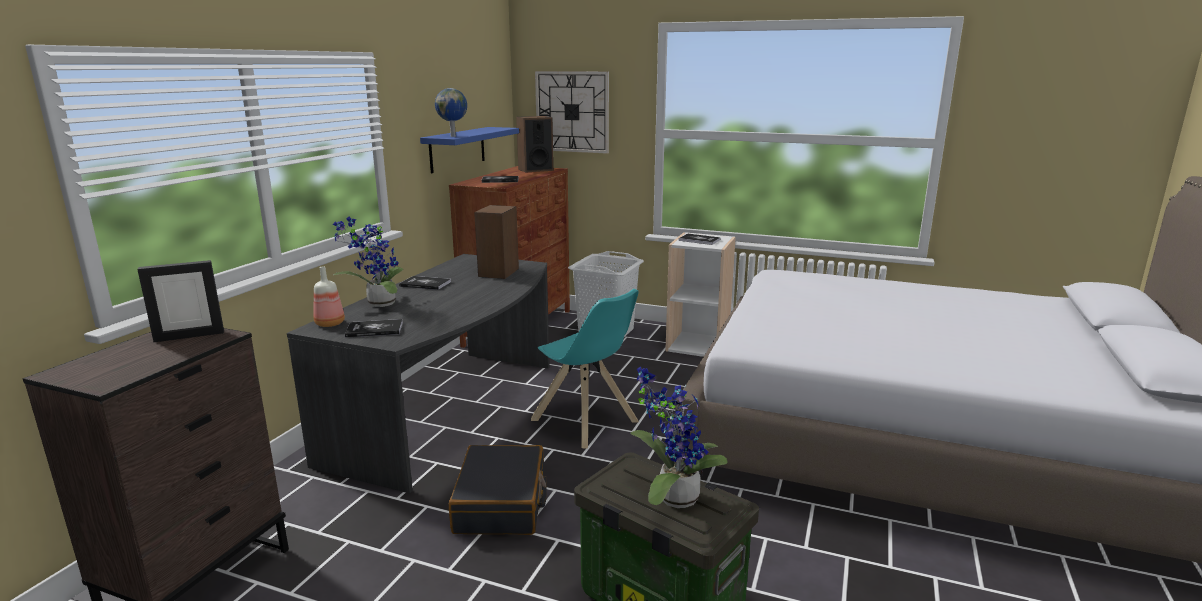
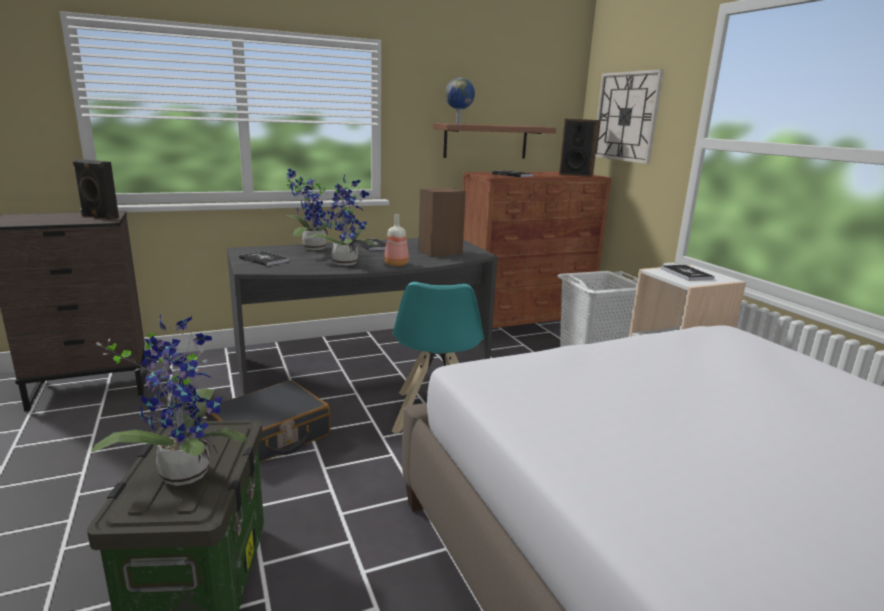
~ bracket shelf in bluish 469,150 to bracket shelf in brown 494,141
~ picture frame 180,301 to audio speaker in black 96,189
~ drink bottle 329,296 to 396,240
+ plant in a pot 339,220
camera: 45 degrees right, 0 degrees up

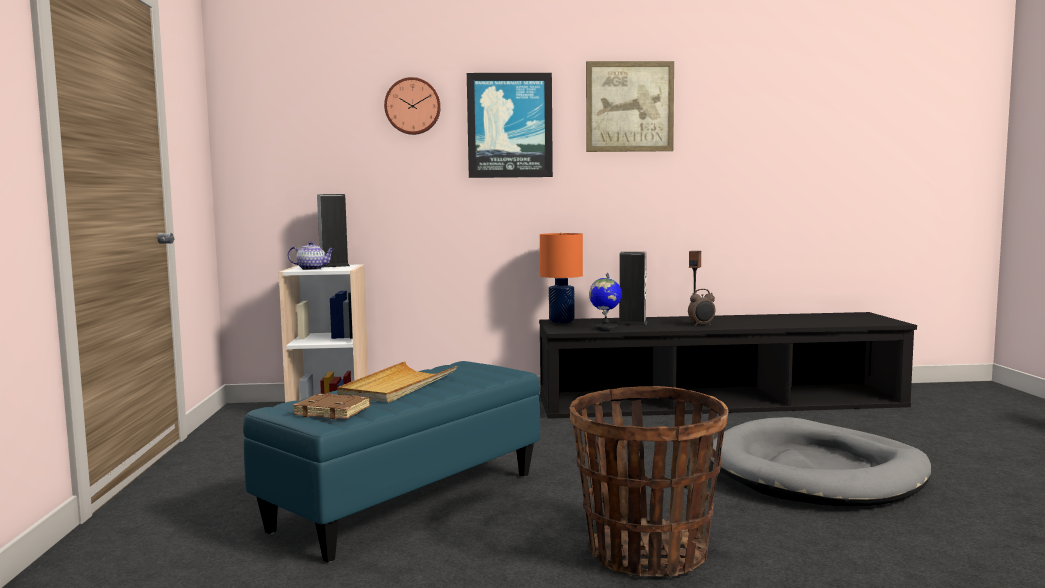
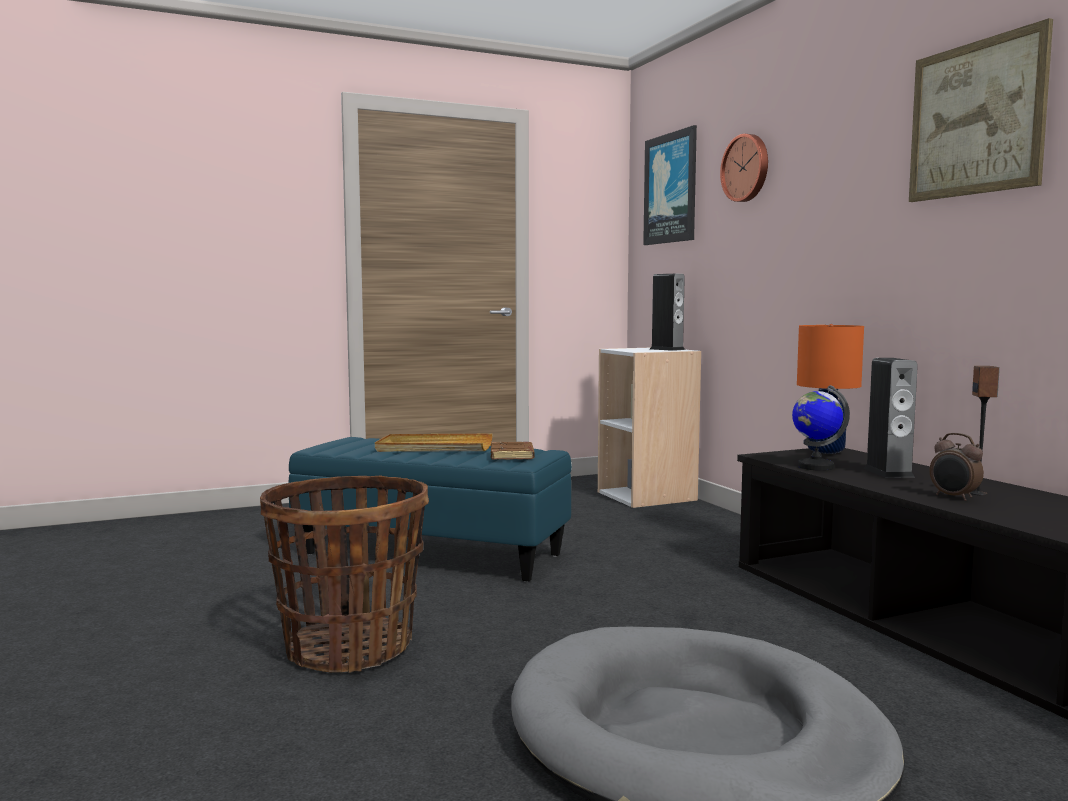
~ wall art 510,125 to 670,185
- pot for tea 311,255
~ book in brown 332,406 to 513,450
camera: 70 degrees right, 0 degrees up

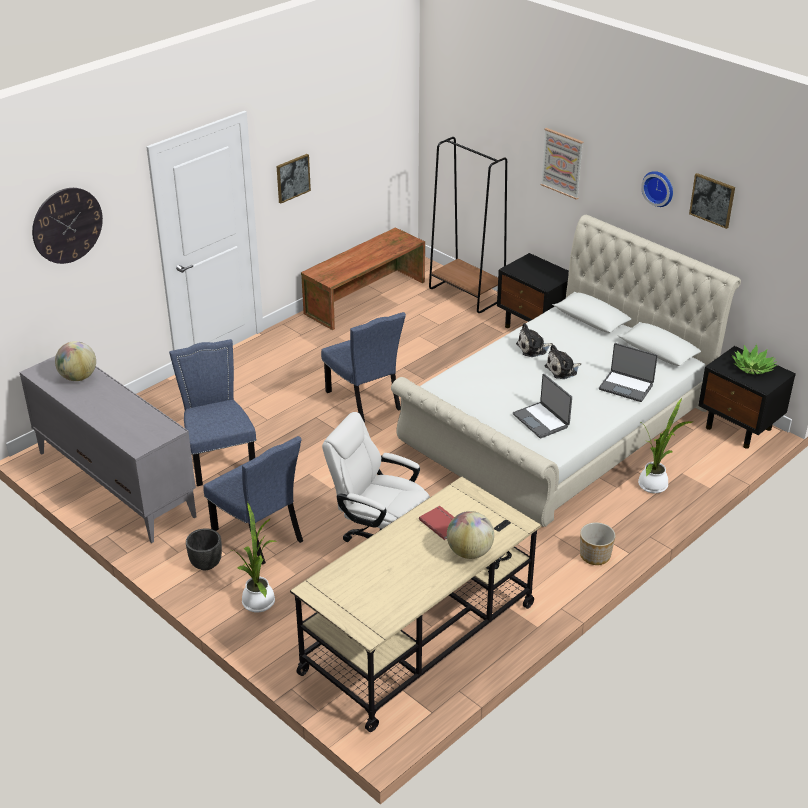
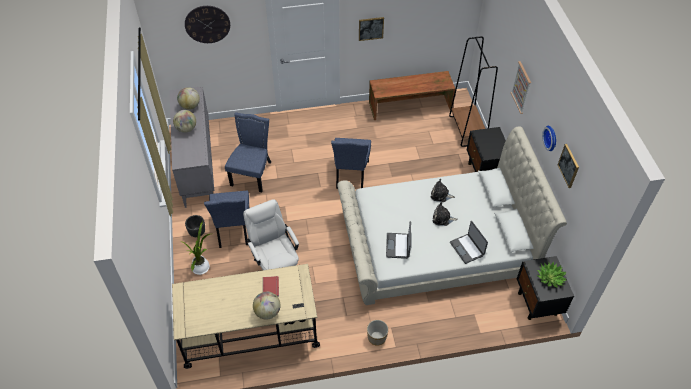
- plant in a pot 665,445
+ globe 184,121
camera: 35 degrees right, 15 degrees up

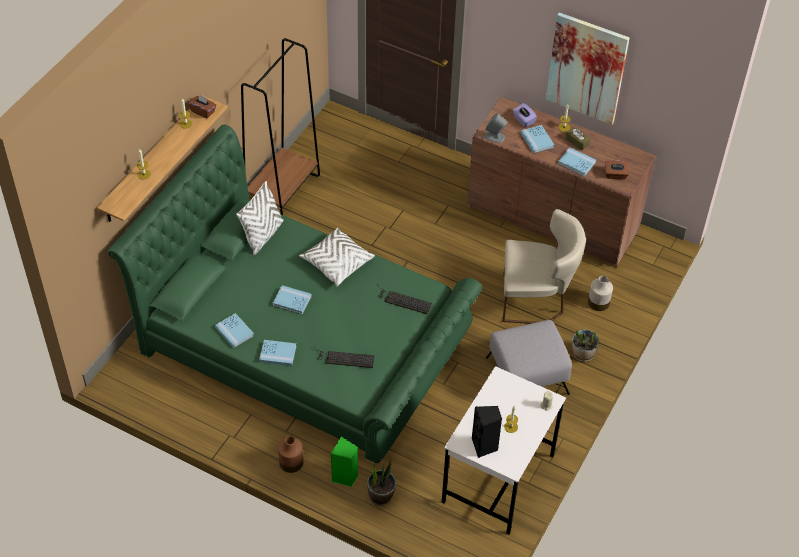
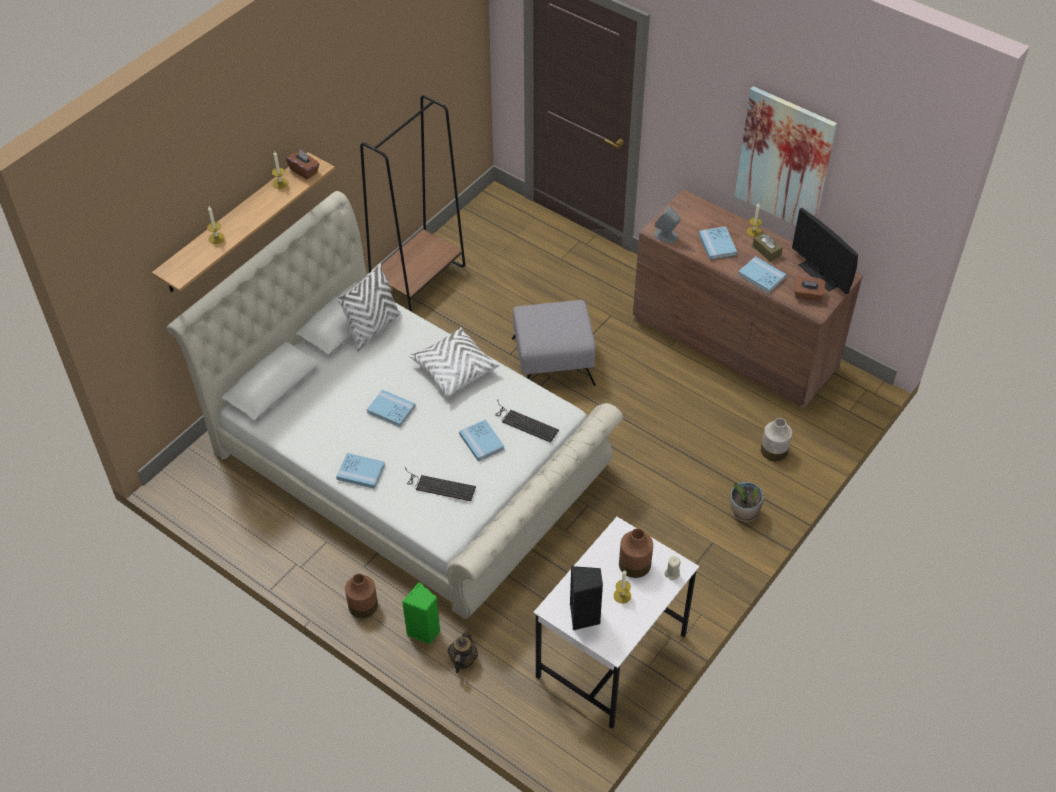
- tissue box in purplish 525,115
~ sleeping bed in green-coloured 295,293 to sleeping bed in beige-coloured 395,405
- plain chair in beige-coloured 544,266
~ book in bluish 234,330 to 481,440
~ ottoman in grey 529,357 to 554,343
~ plant in a pot 381,482 to pot for tea 463,650
+ computer display 825,251
+ flower vase in brown 636,553
camera: 10 degrees right, 0 degrees up

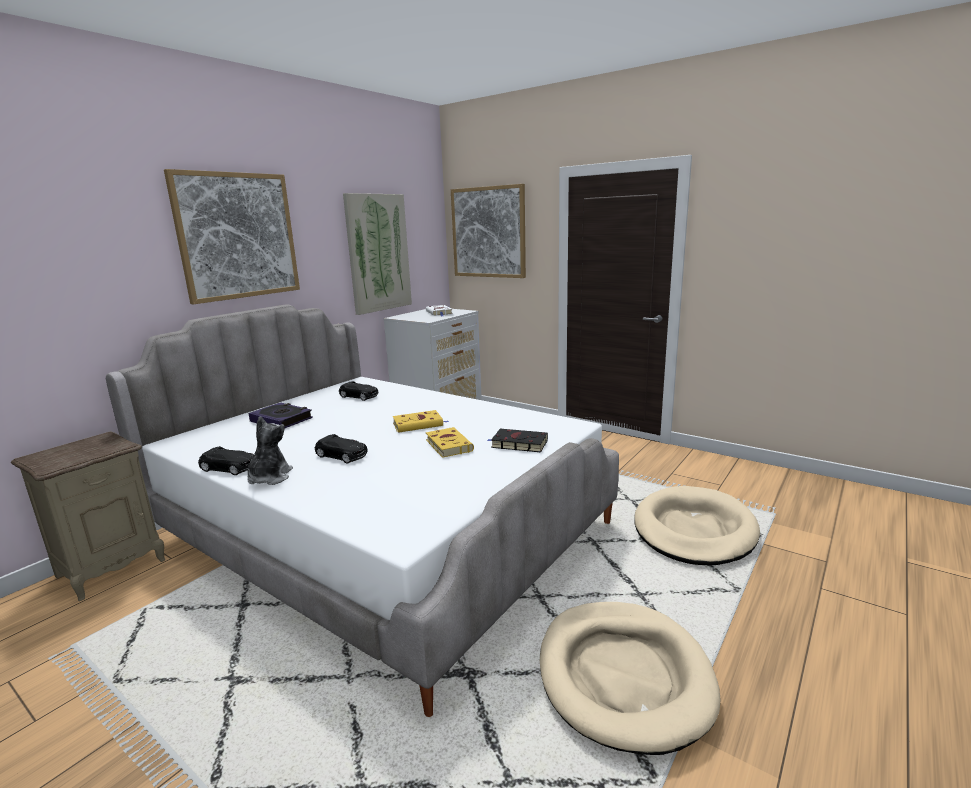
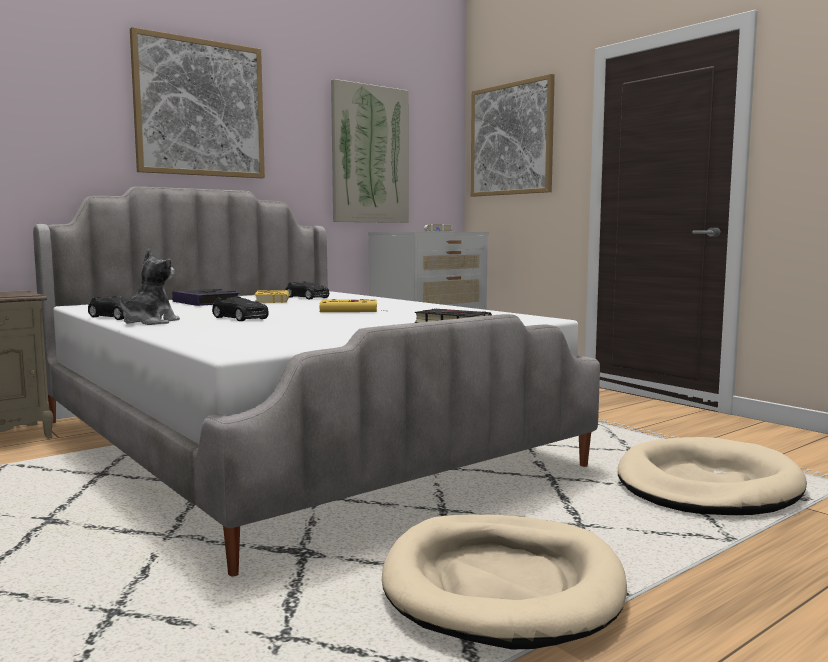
~ book in yellow-coloured 450,442 to 271,296
camera: 15 degrees right, 10 degrees down

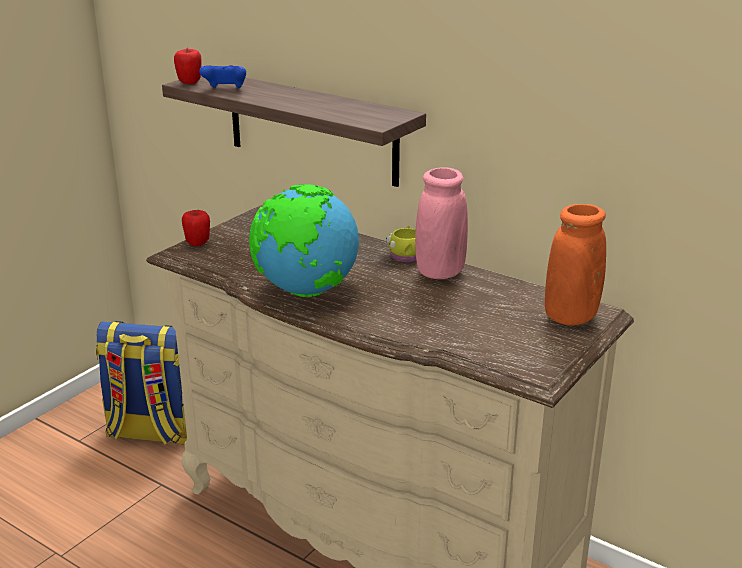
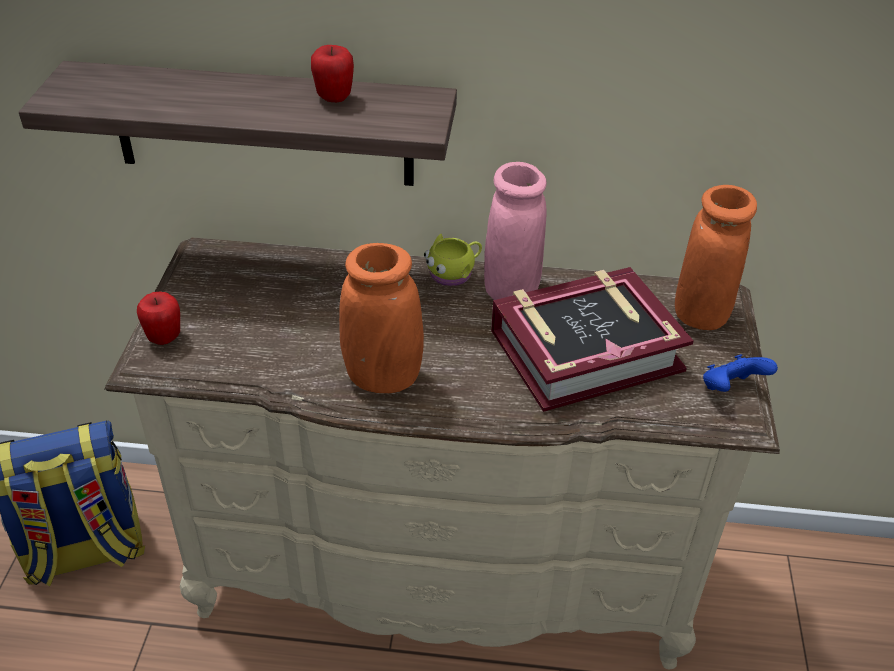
~ apple 188,66 to 332,73
~ game controller in bluish 222,76 to 740,373
~ globe 304,240 to flower vase in orangey 381,318
+ book 592,339
camera: 30 degrees left, 15 degrees up

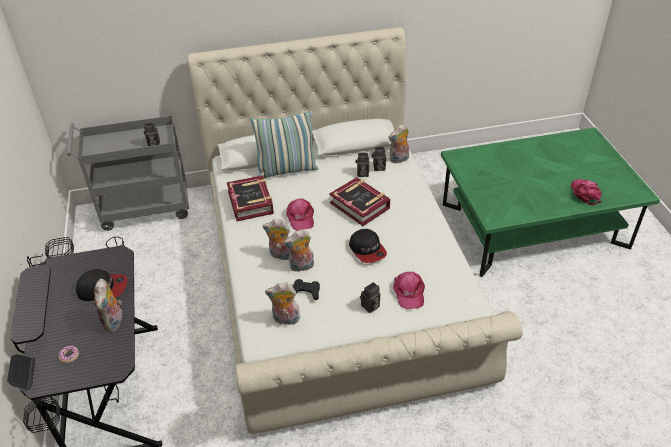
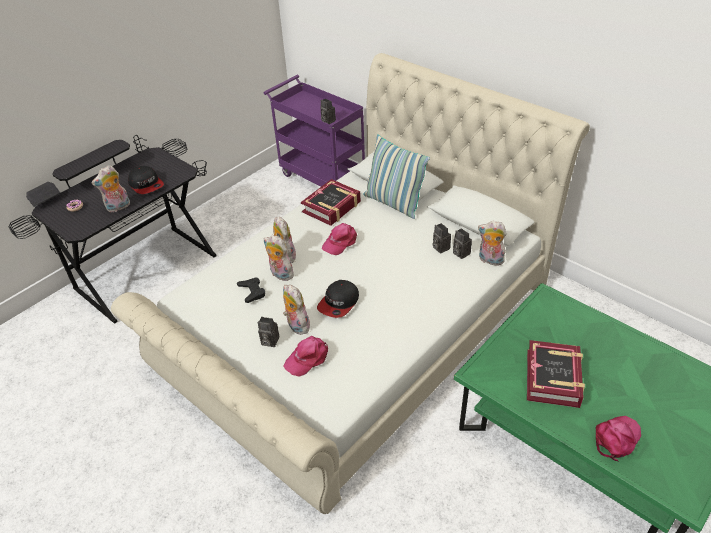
~ trolley in grey 128,173 to trolley in purplish 314,130
~ book 359,201 to 556,374
~ cuddly toy 282,304 to 296,310
camera: 55 degrees right, 0 degrees up

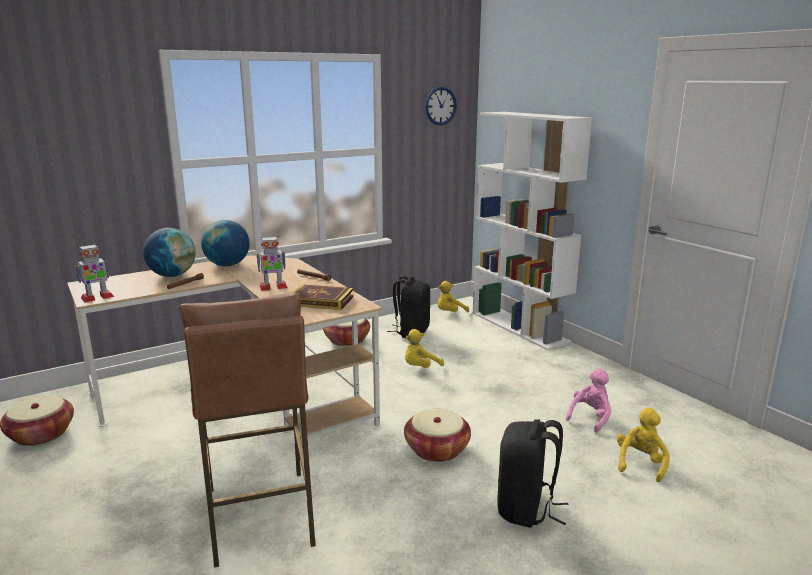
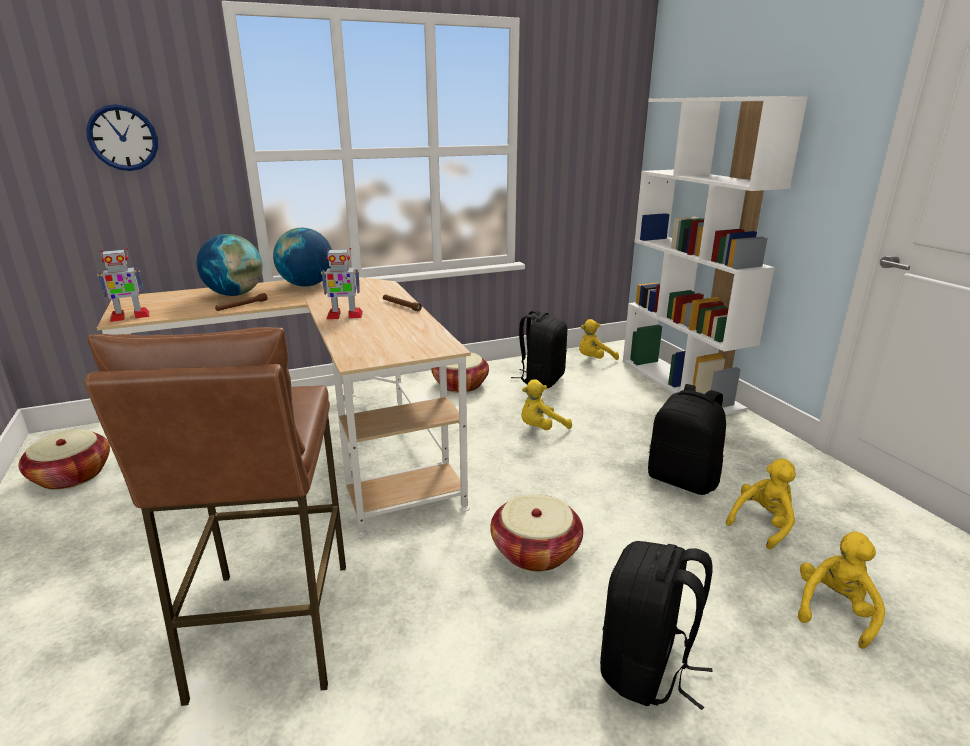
~ hanging clock 441,106 to 122,137
- book 323,297
~ cuddly toy in pink 588,401 to cuddly toy in yellow-coloured 761,503
+ rucksack in black 687,439
camera: 10 degrees right, 5 degrees up

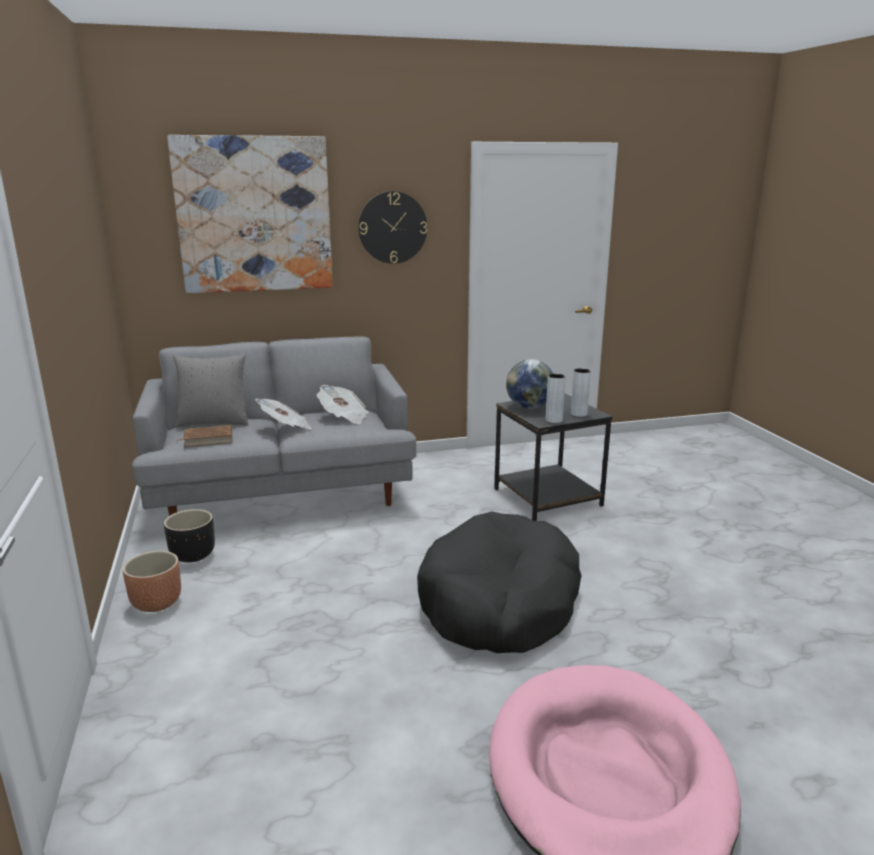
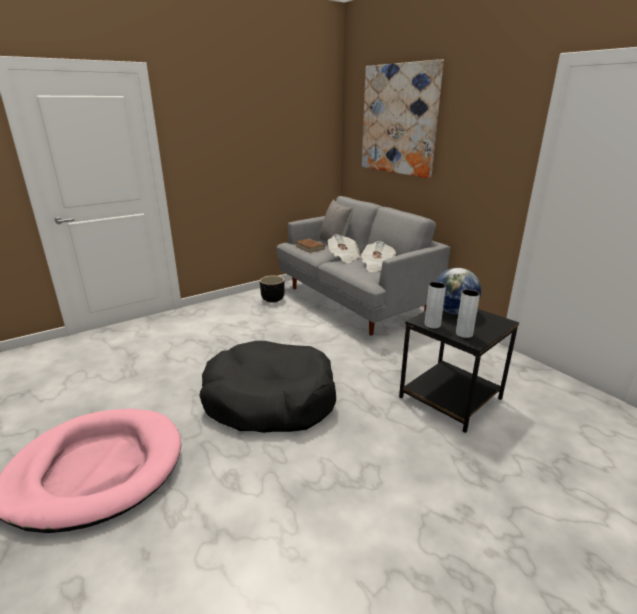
- hanging clock 392,227
- plant pot in brown 152,581
camera: 70 degrees right, 5 degrees up

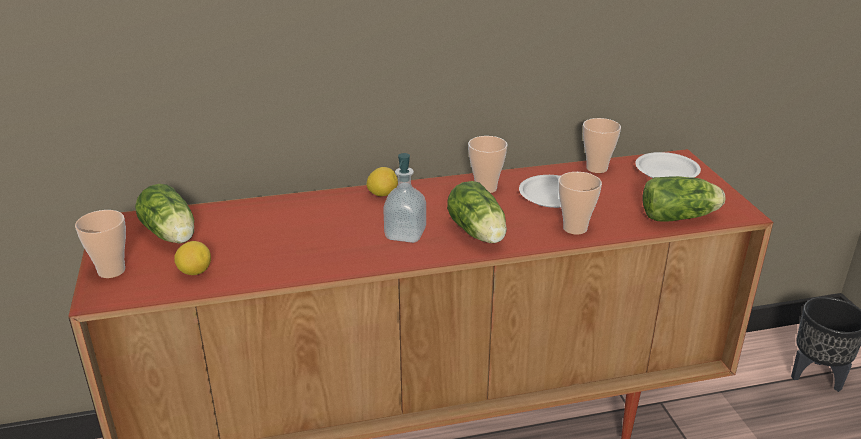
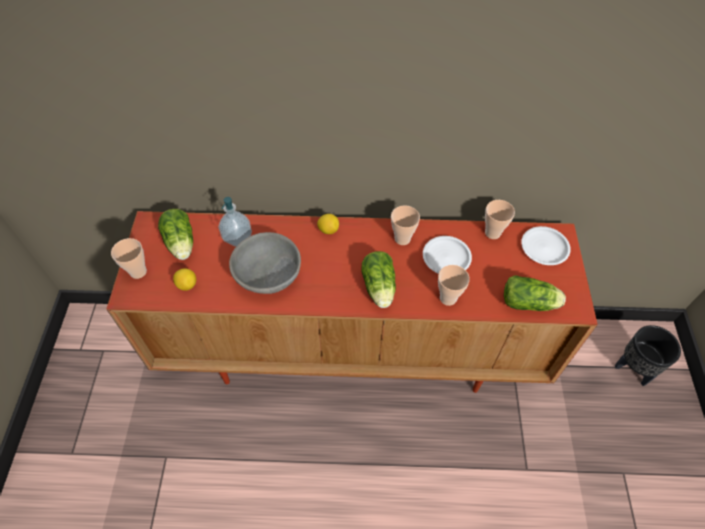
~ liquid soap bottle 404,198 to 235,222
+ serving bowl in grey 265,263
camera: 15 degrees right, 25 degrees up

